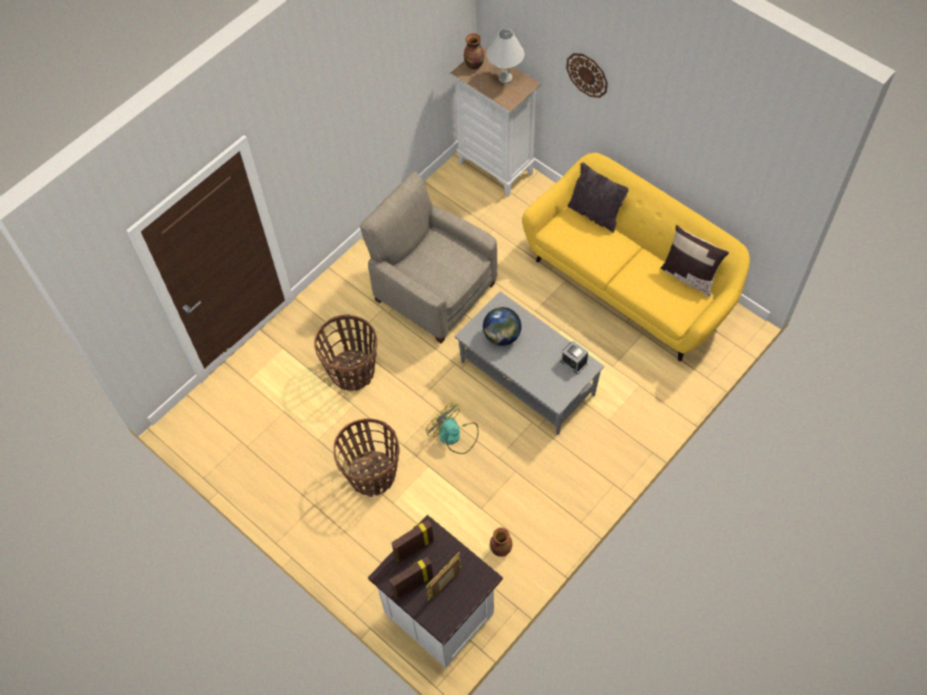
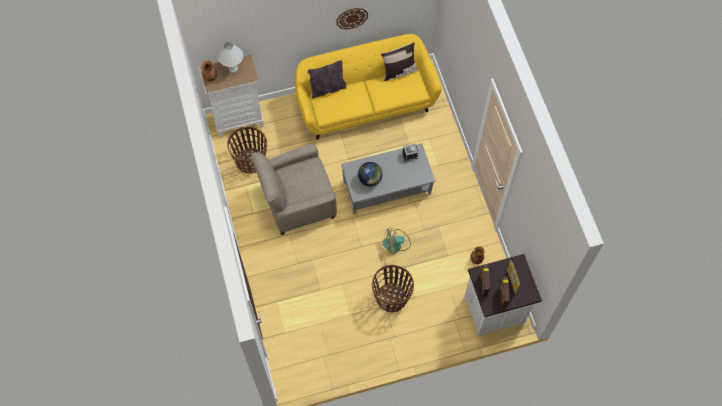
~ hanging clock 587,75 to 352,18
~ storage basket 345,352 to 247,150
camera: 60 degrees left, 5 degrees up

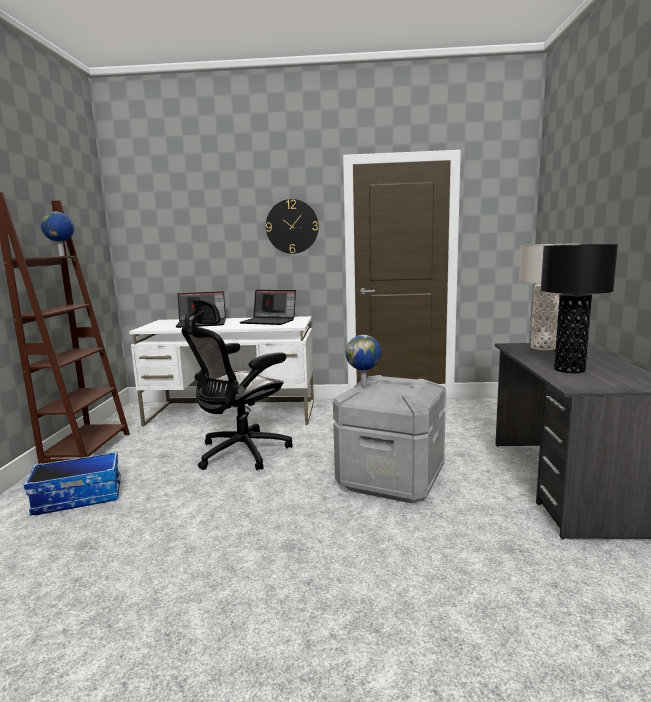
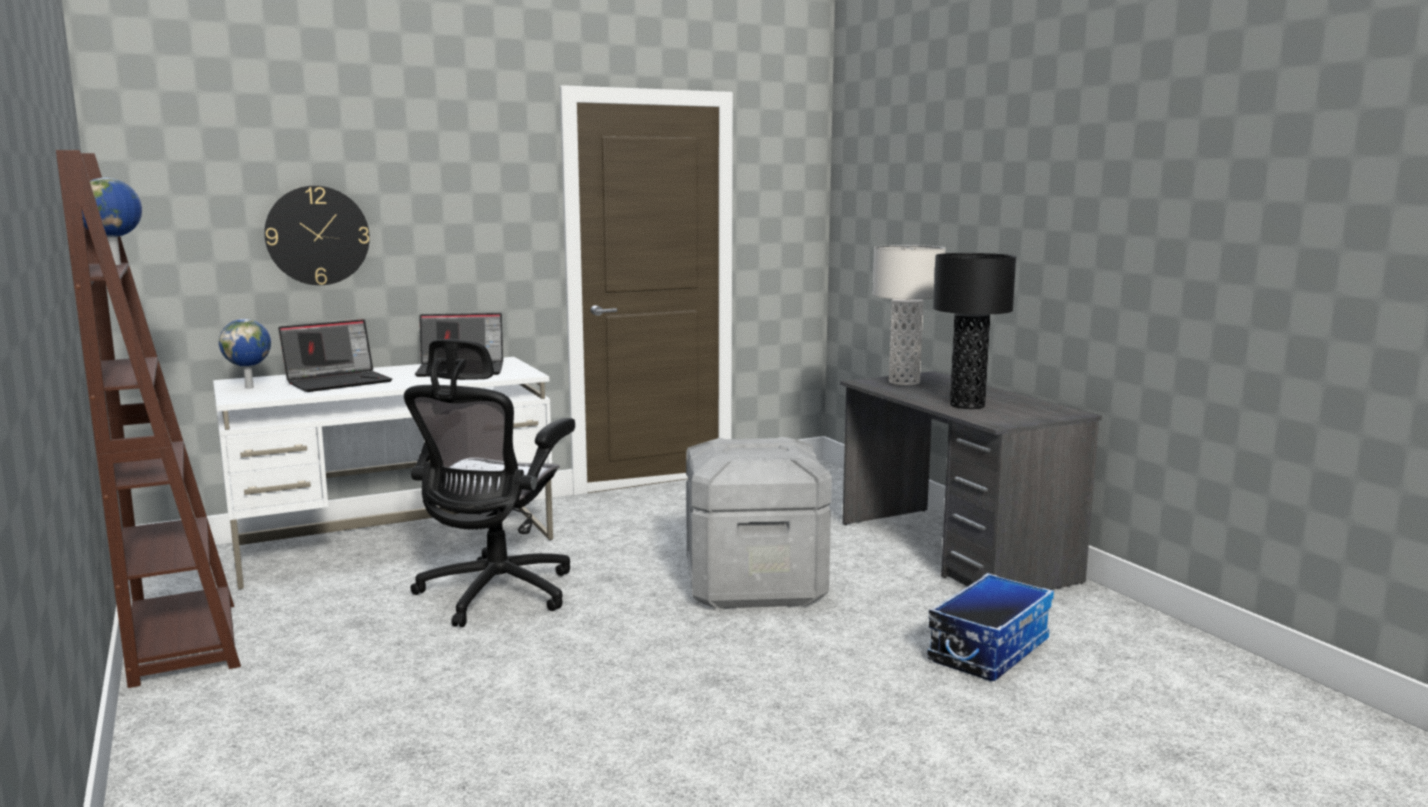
~ hanging clock 292,226 to 317,235
~ globe 363,361 to 245,354
~ storage container 72,483 to 990,627
camera: 30 degrees left, 0 degrees up

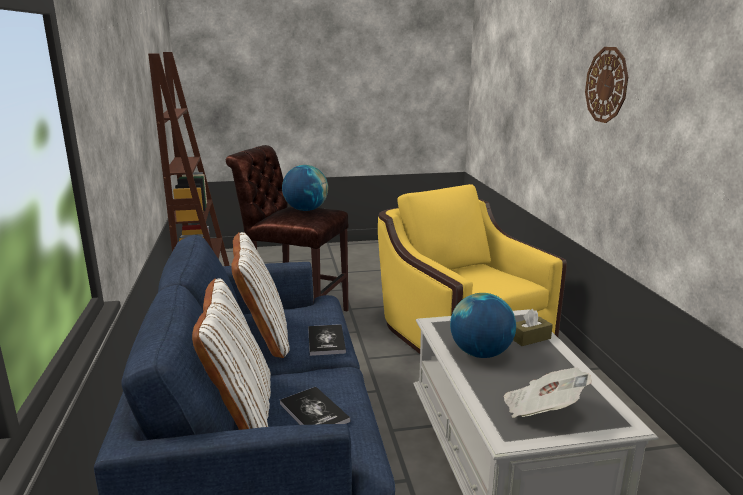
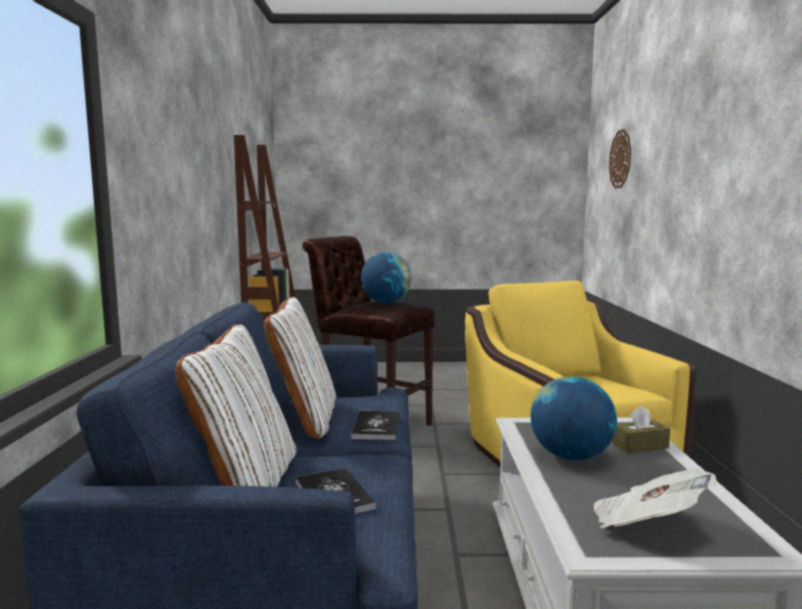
~ hanging clock 606,85 to 620,158
camera: 10 degrees right, 10 degrees down

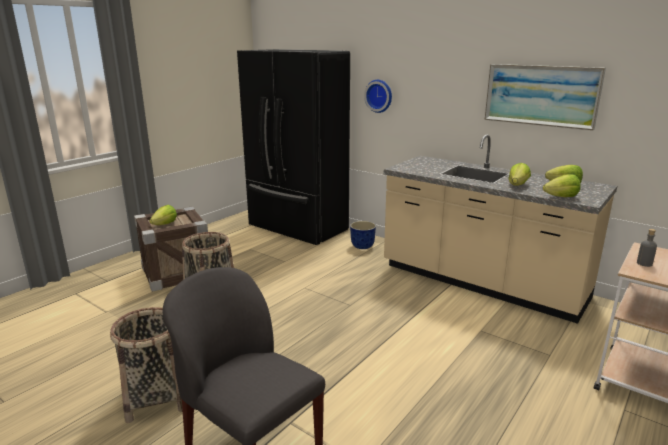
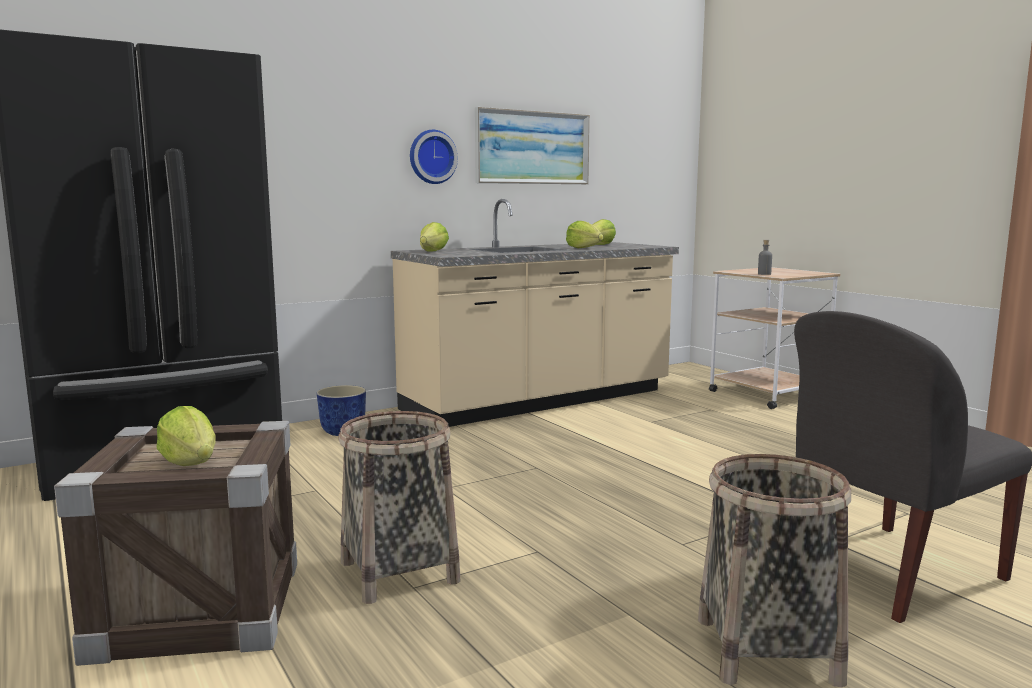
~ hanging clock 378,96 to 434,157
~ head of lettuce 562,185 to 434,237
camera: 70 degrees left, 10 degrees down

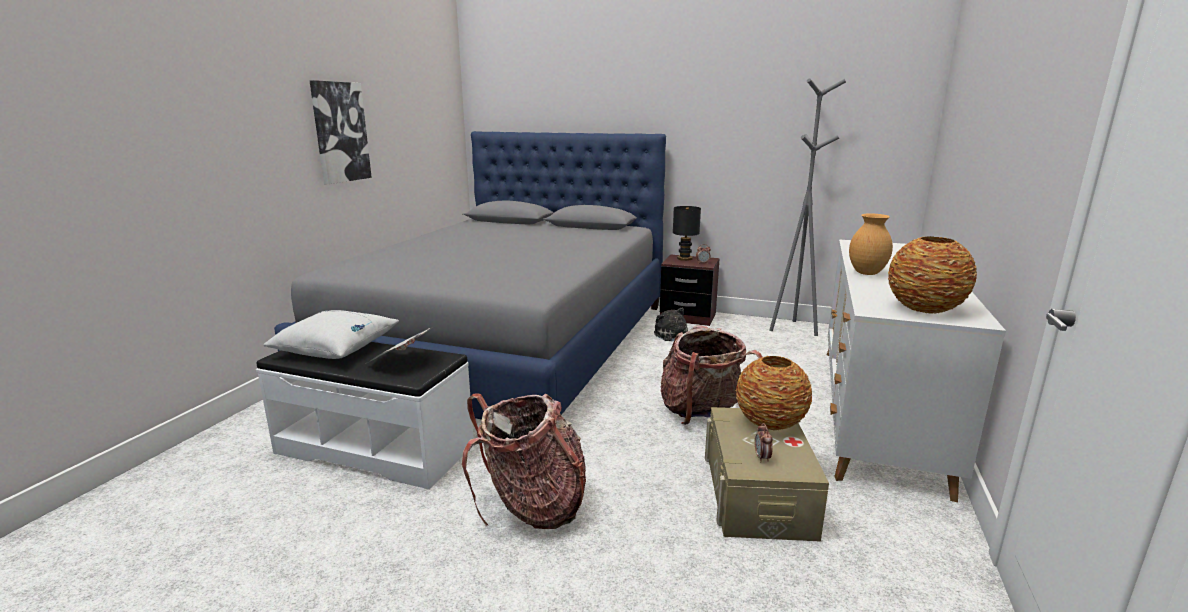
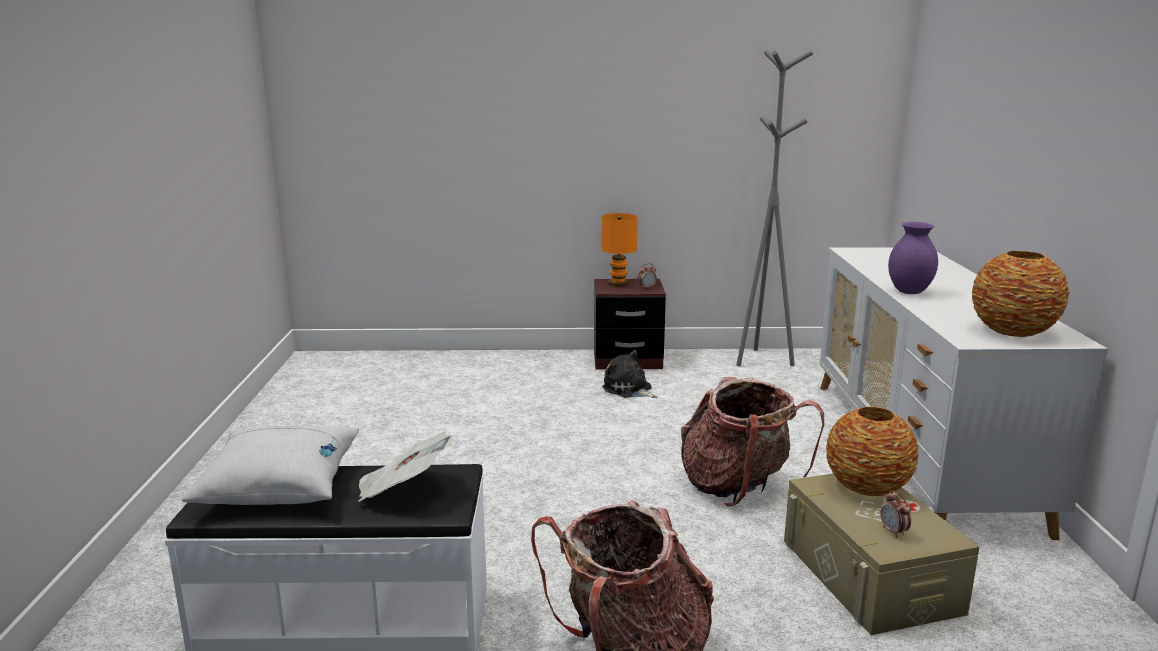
- wall art 341,132
- sleeping bed in grey 470,275
~ table lamp in black 687,233 to table lamp in orangey 619,250
~ flower vase in brown 871,244 to flower vase in purplish 913,258
camera: 20 degrees left, 0 degrees up

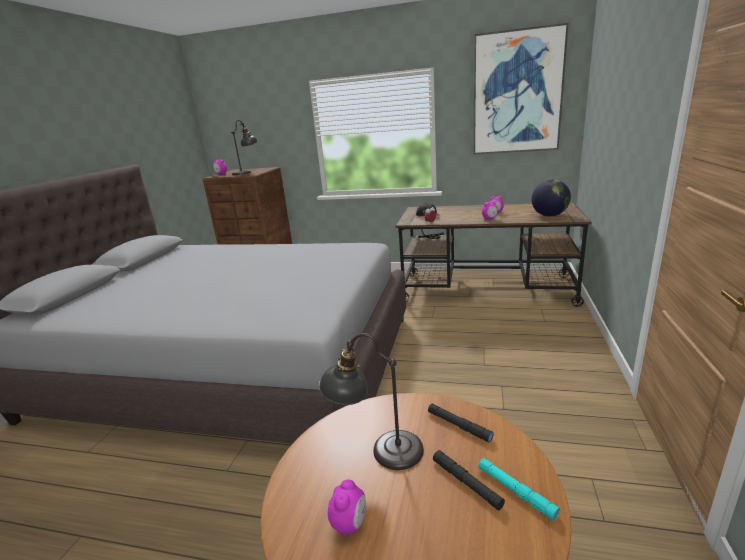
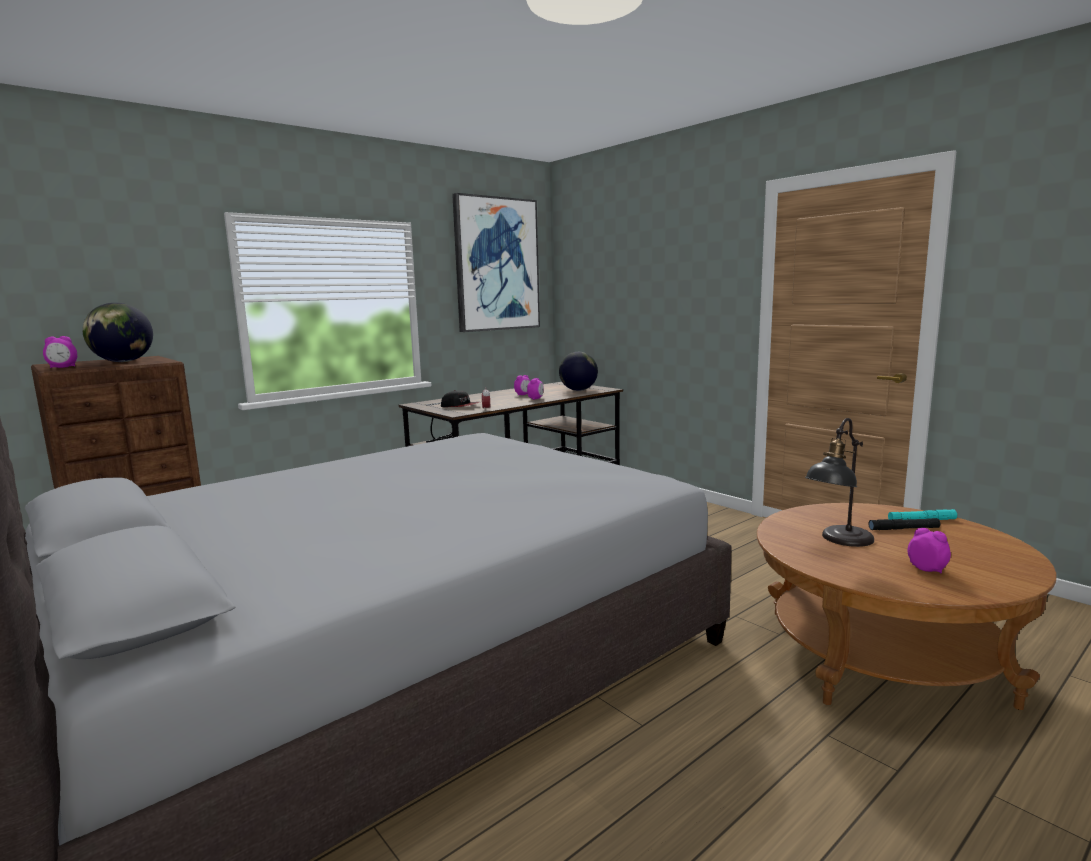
~ table lamp in grey 244,147 to globe 117,332
- torch in black 461,423
camera: 55 degrees left, 10 degrees down

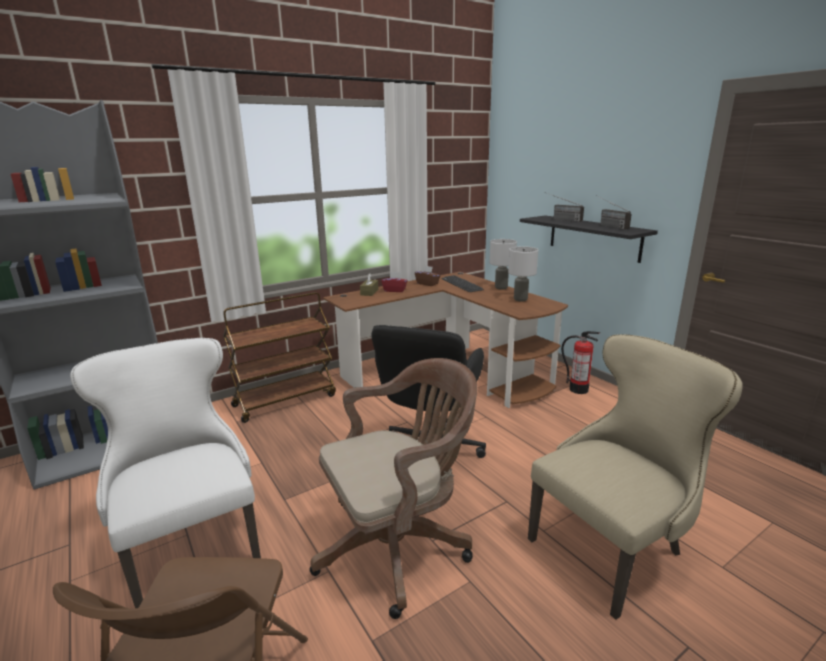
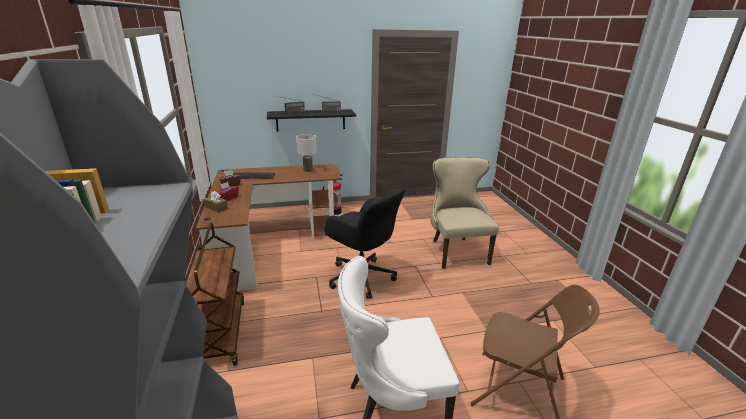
- table lamp in white 503,264
- computer chair in brown 393,488
camera: 70 degrees left, 5 degrees up

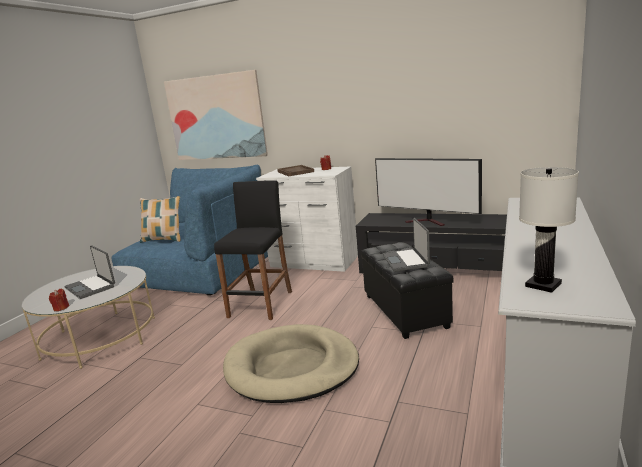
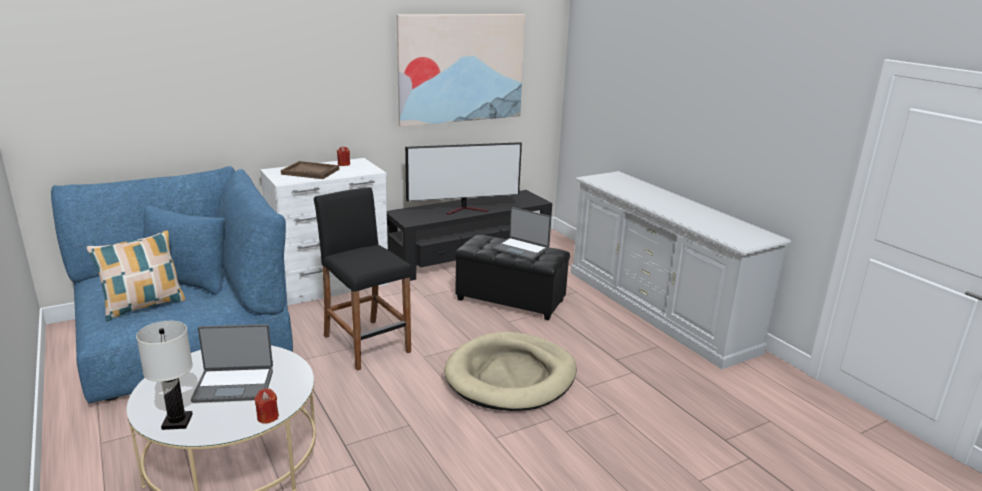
~ wall art 216,115 to 461,70
~ table lamp in white 549,230 to 164,375
camera: 55 degrees left, 5 degrees up

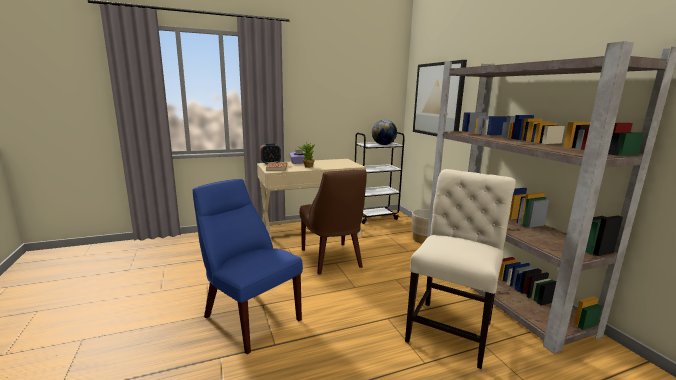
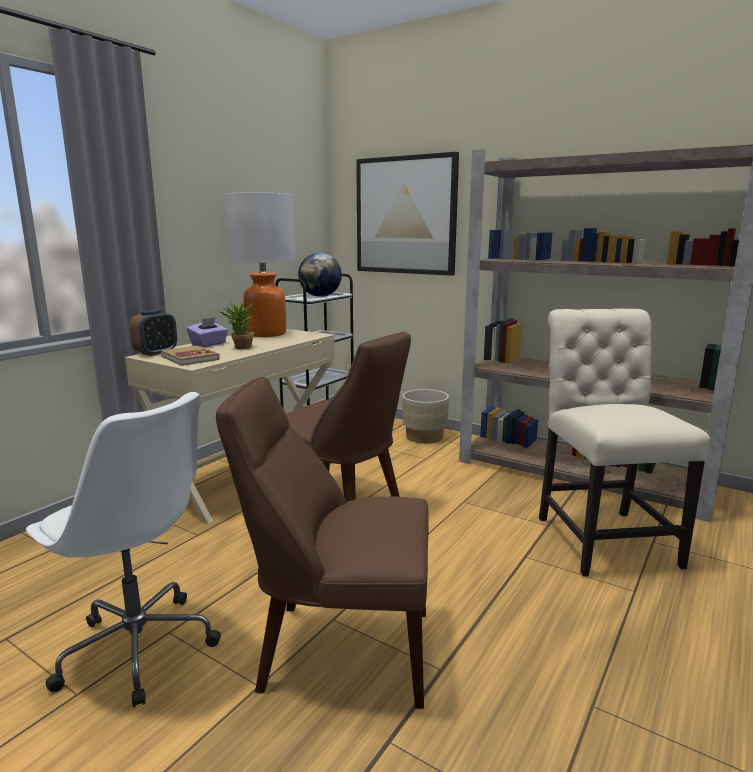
~ plain chair in bluish 248,266 to plain chair in brown 322,543
+ table lamp 260,264
+ computer chair in white 123,549
camera: 35 degrees left, 0 degrees up

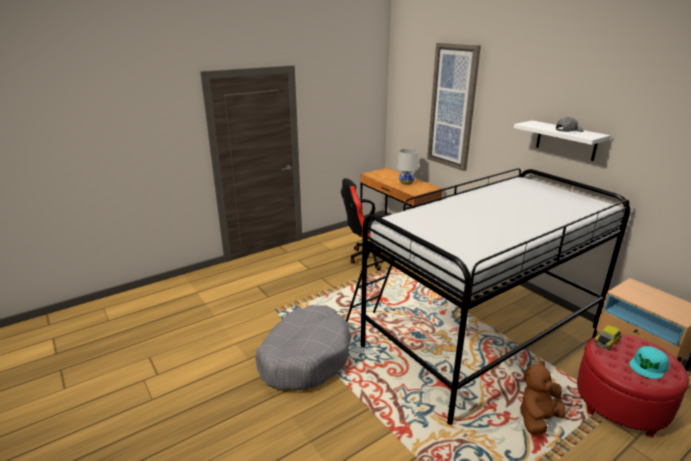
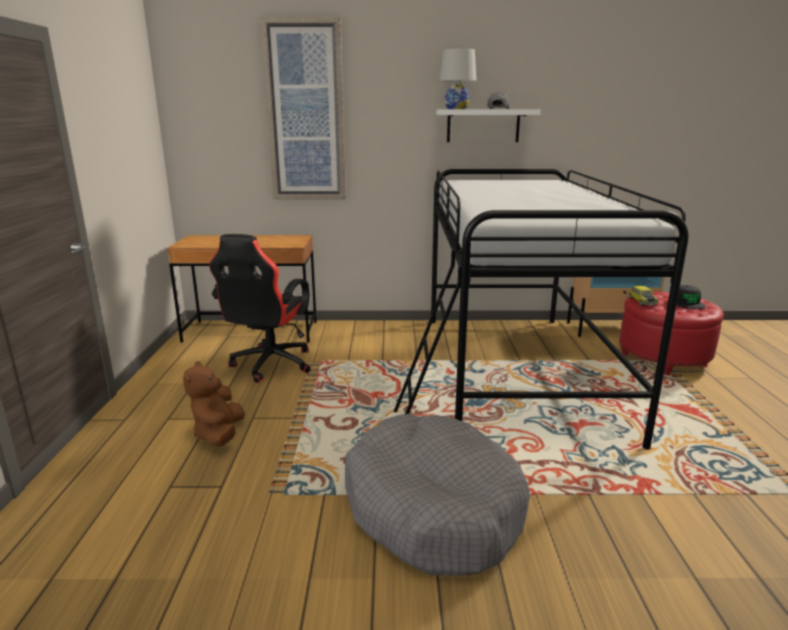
~ table lamp in white 407,167 to 457,78
~ cap in turquoise 649,362 to cap in black 691,297
~ cuddly toy in brown 543,397 to 214,403
camera: 55 degrees left, 5 degrees down

